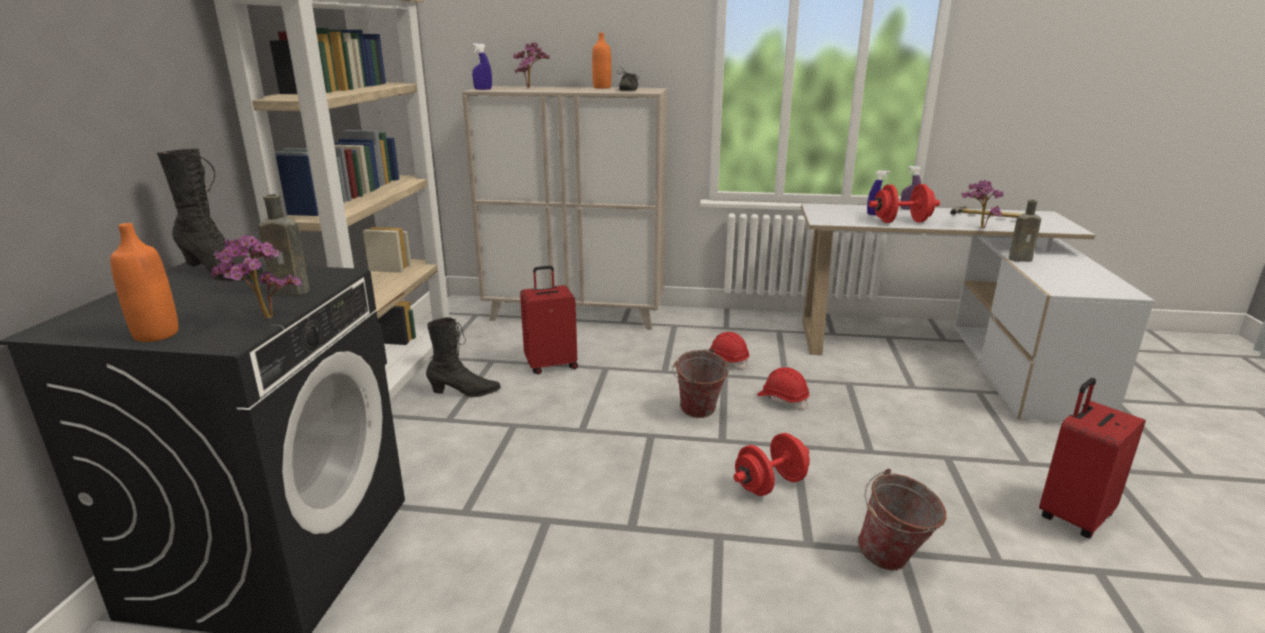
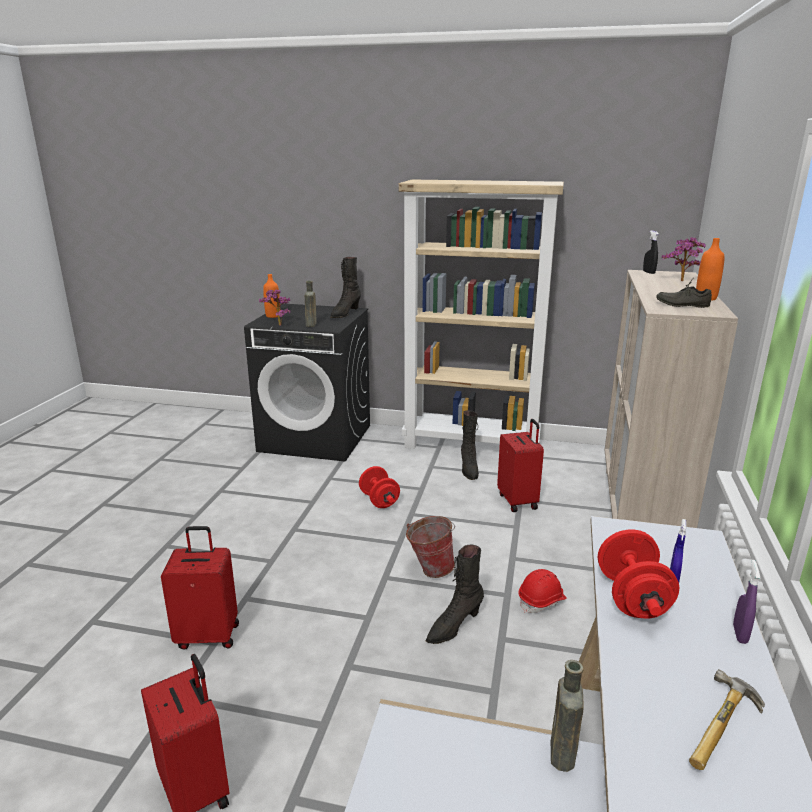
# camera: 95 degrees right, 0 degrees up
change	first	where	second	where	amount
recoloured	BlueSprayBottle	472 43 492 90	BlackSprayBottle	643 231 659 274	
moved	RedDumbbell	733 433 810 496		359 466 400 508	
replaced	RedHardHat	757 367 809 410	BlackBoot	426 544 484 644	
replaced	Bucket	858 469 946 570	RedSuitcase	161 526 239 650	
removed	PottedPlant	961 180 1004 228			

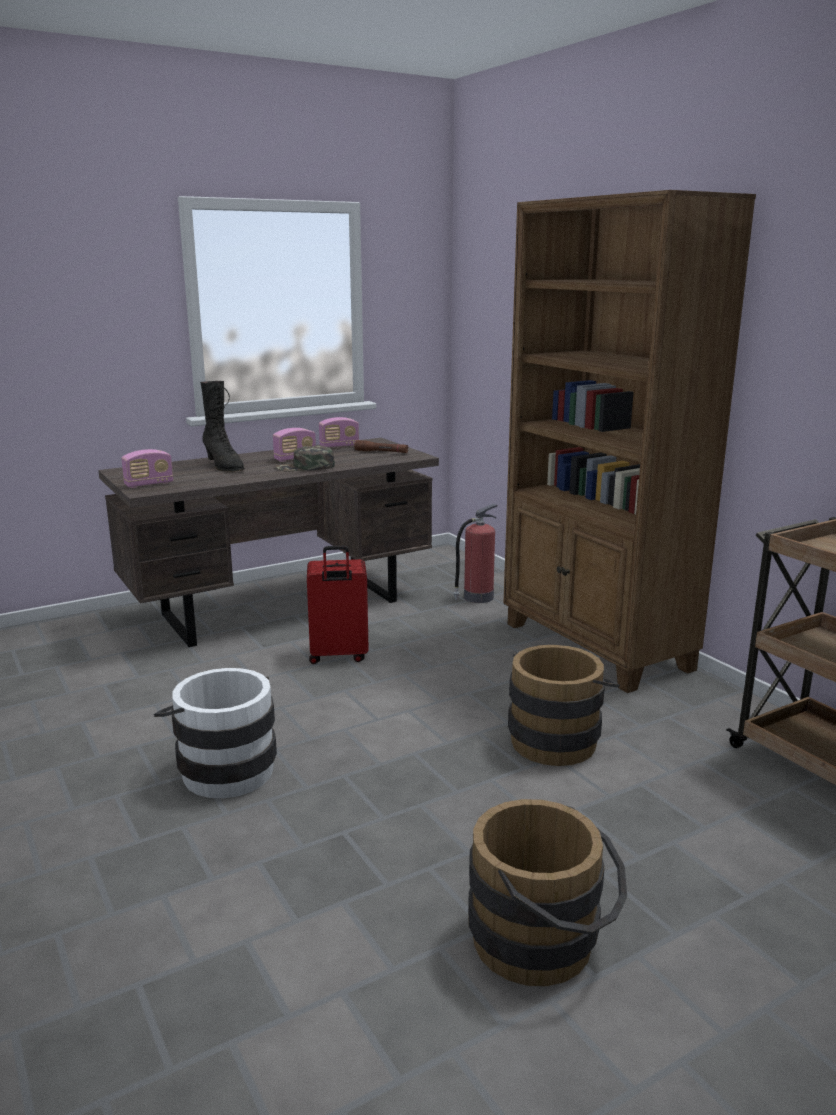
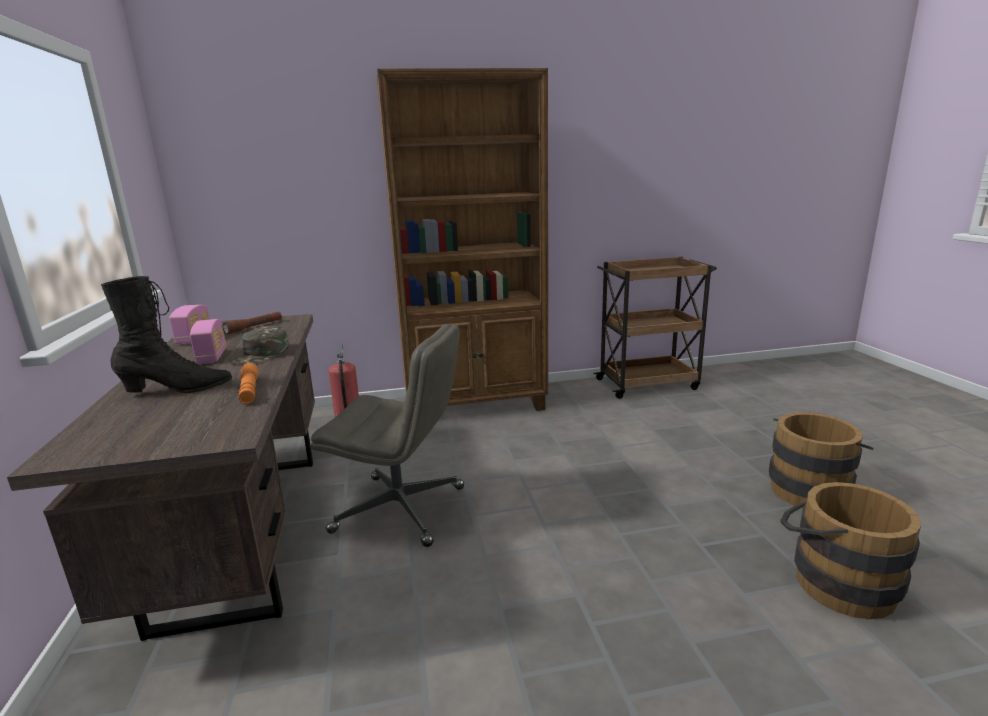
# camera: 70 degrees left, 0 degrees up
change	first	where	second	where	amount
removed	Radio	121 449 173 488			
removed	WhiteBucket	154 668 277 798			
replaced	RedSuitcase	307 546 369 664	GreyOfficeChair	311 324 464 547	
moved	BrownBucket	508 645 620 766		780 482 921 619	
added			OrangeFlashlight	238 363 258 404	

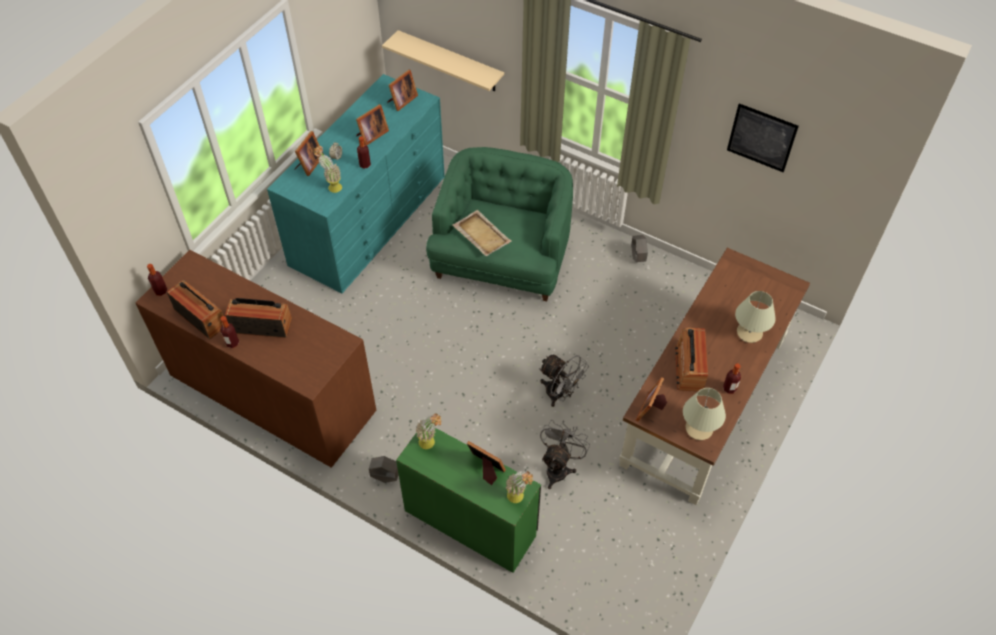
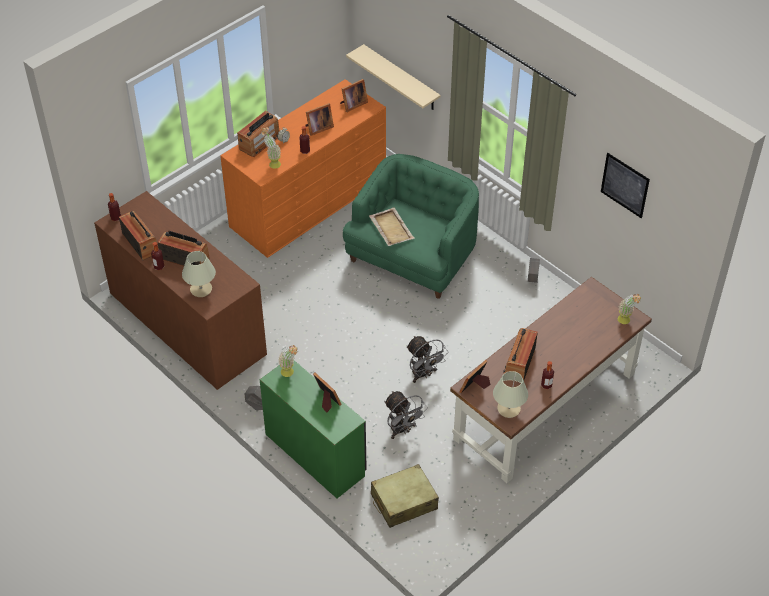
# camera: 15 degrees right, 5 degrees down
change	first	where	second	where	amount
recoloured	TurquoiseDresser	267 74 445 293	OrangeDresser	220 79 386 258	
replaced	PictureFrame	294 131 324 176	Radio	237 111 279 157	
moved	PottedPlant	506 470 533 503		618 294 641 324	
turned	GreyFan	540 420 590 489		384 391 428 439	105 degrees clockwise
moved	BeigeTableLamp	735 291 776 343		182 251 216 297	
added			BeigeSuitcase	371 464 439 528	

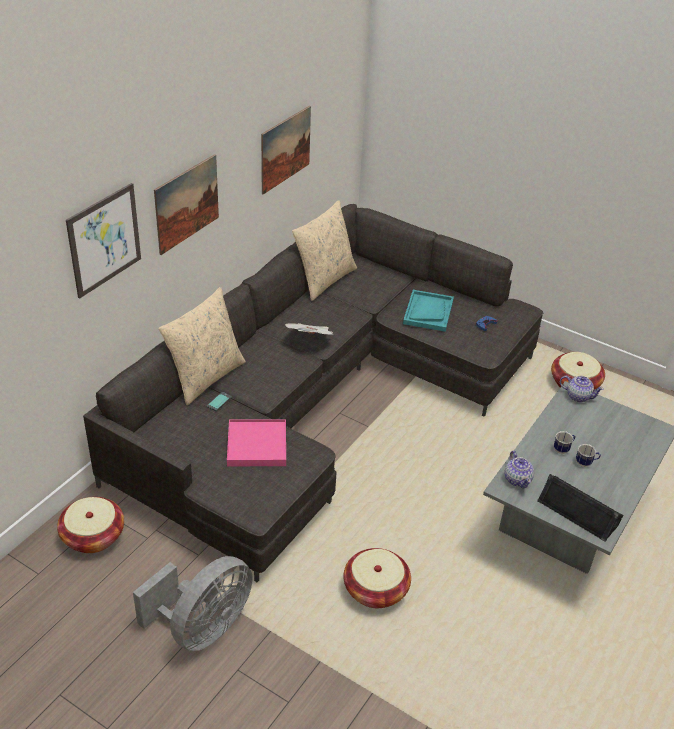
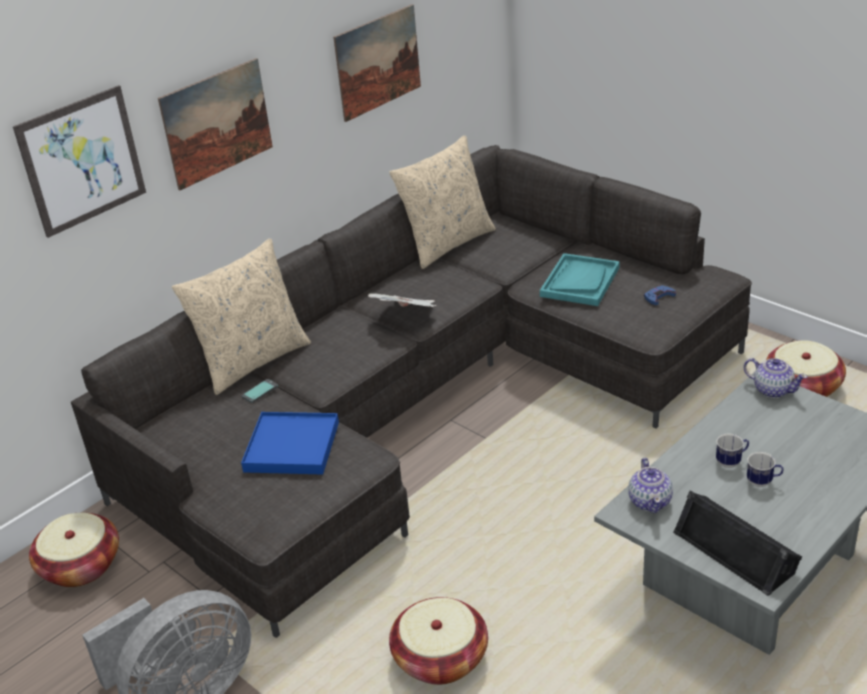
# camera: 15 degrees right, 5 degrees down
change	first	where	second	where	amount
recoloured	PinkTray	227 419 286 466	BlueTray	241 412 339 475	

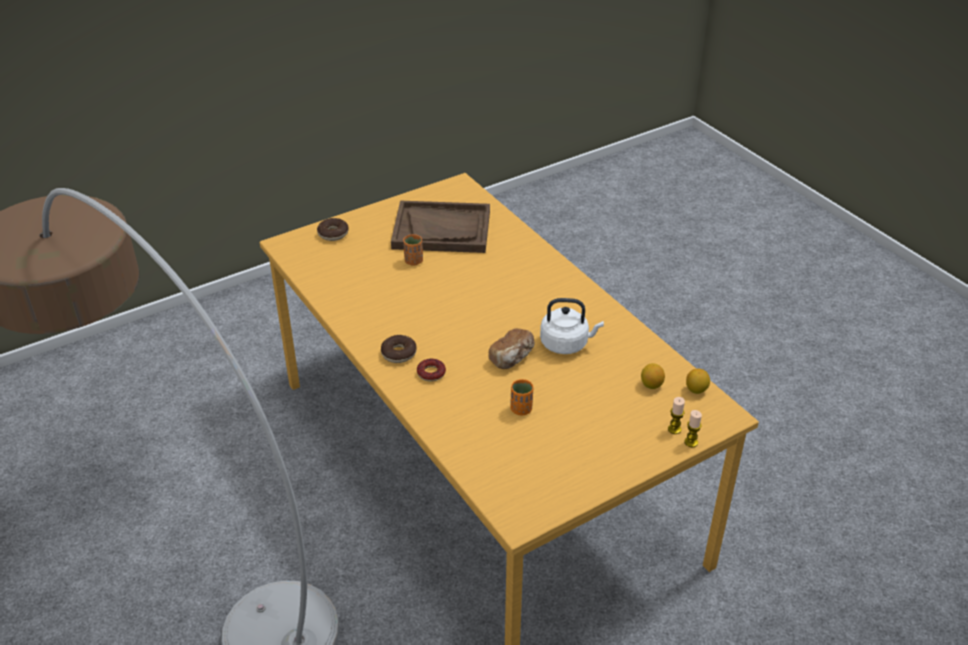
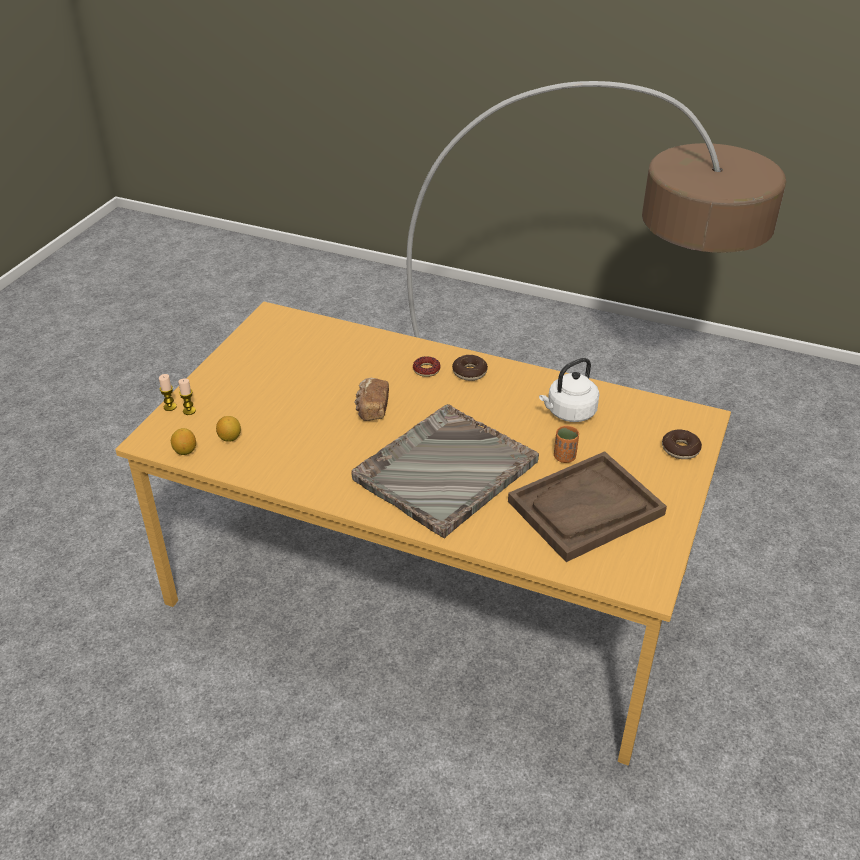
# camera: 145 degrees right, 0 degrees up
change	first	where	second	where	amount
removed	OrangeCup	510 379 534 415			
moved	WhiteKettle	540 298 604 354		539 358 599 422	
added			GreyTray	351 404 539 539	

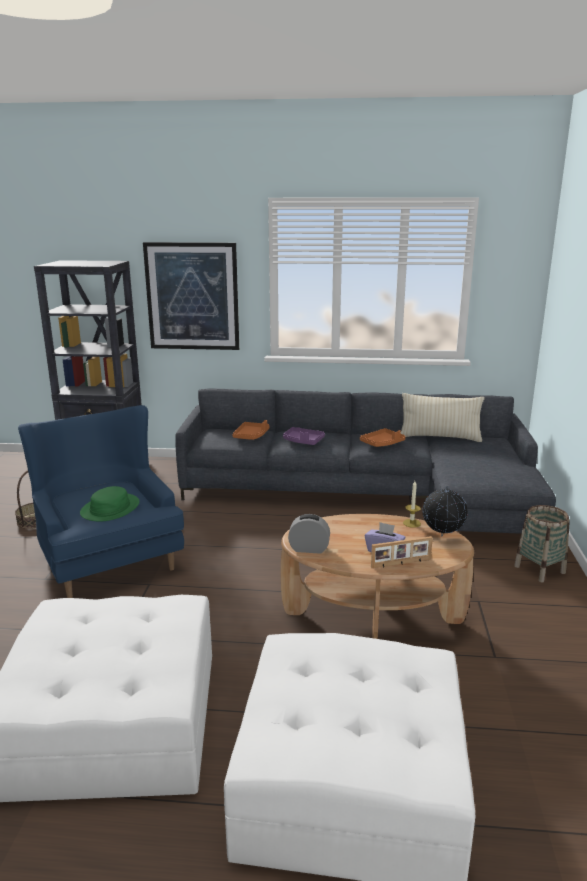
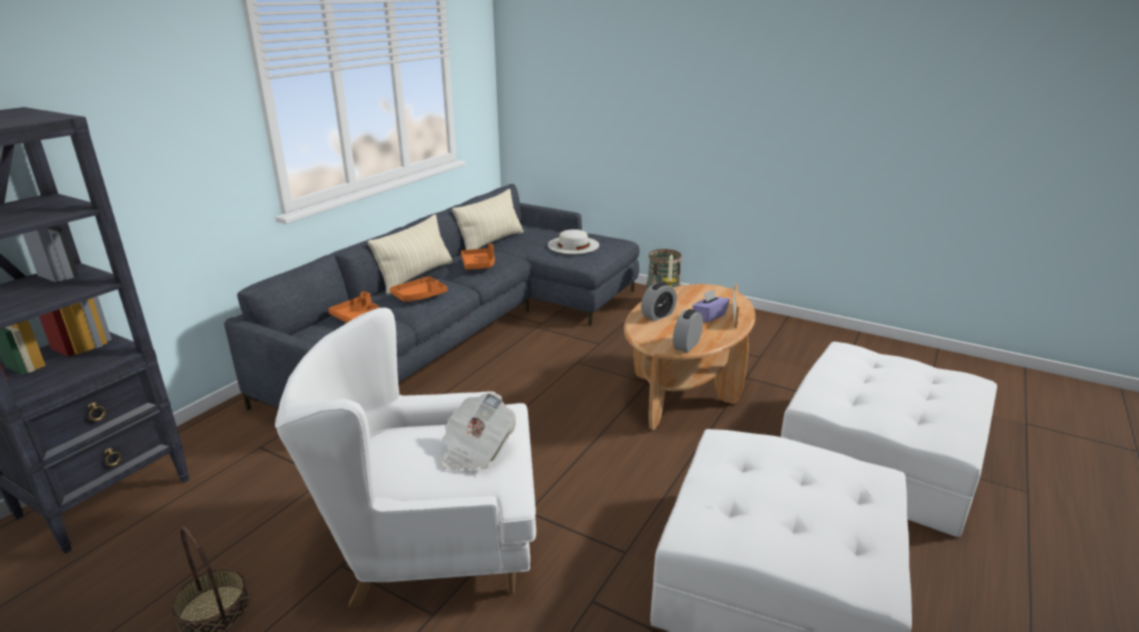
# camera: 65 degrees left, 5 degrees up
change	first	where	second	where	amount
recoloured	BlueArmchair	18 405 184 598	WhiteArmchair	275 308 536 608	
replaced	GreenHat	80 486 140 522	Newspaper	441 393 516 470	
removed	Picture	143 242 239 350			
recoloured	PurpleTray	283 427 325 445	OrangeTray	390 276 447 301	
removed	Globe	422 486 468 537			
added			BeigePillow	368 214 453 295	
added			WhiteHat	548 229 599 254	
added			AlarmClock	641 282 677 321	

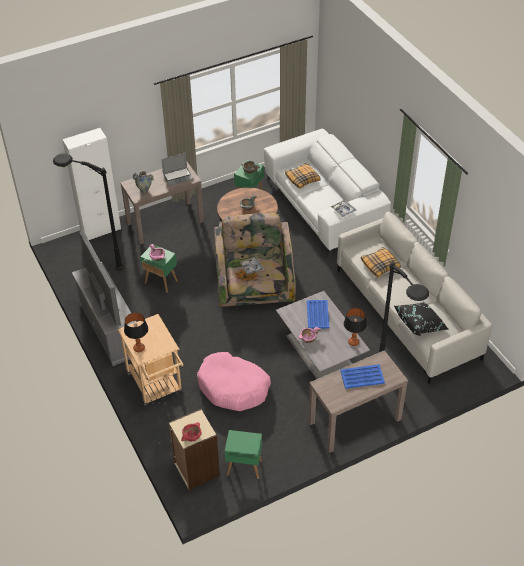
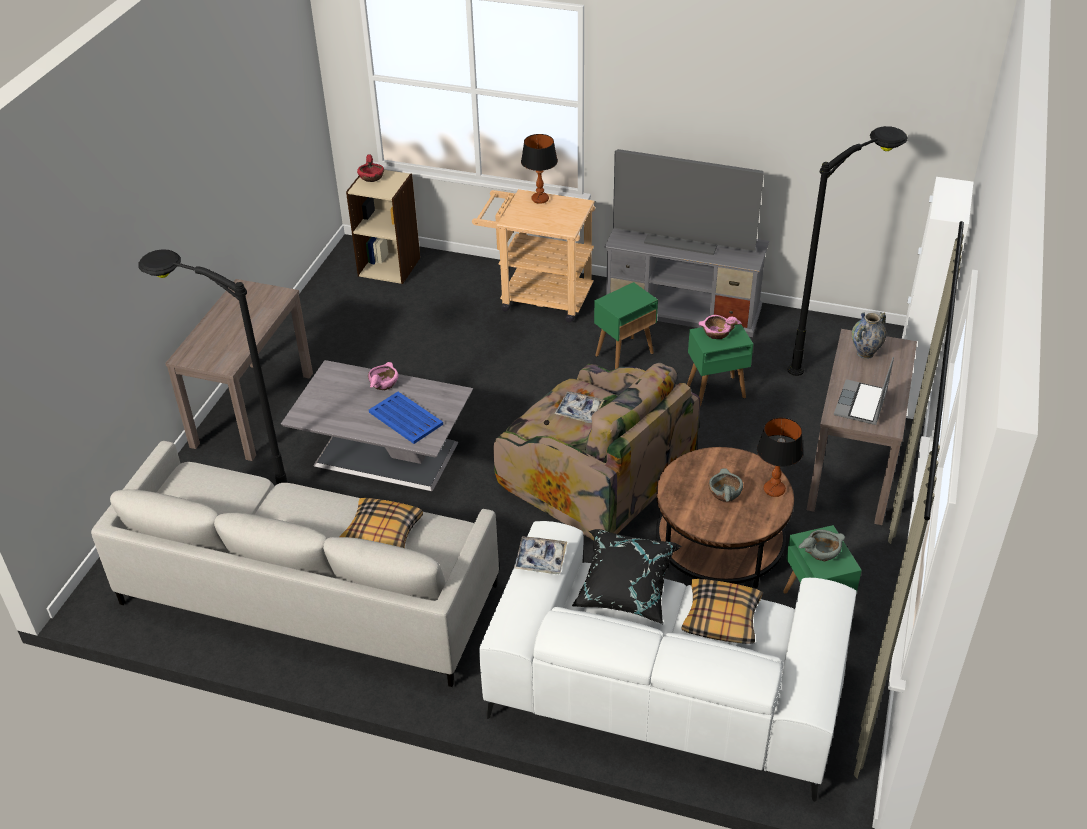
# camera: 135 degrees right, 5 degrees down
change	first	where	second	where	amount
removed	PinkDogBed	197 352 271 411			
moved	GreenSideTable	225 430 262 479		594 282 658 369	
removed	BlueTray	340 364 385 389			
moved	TableLamp	344 308 367 346		757 417 803 497	
moved	BlackPillow	394 302 449 336		572 529 682 624	

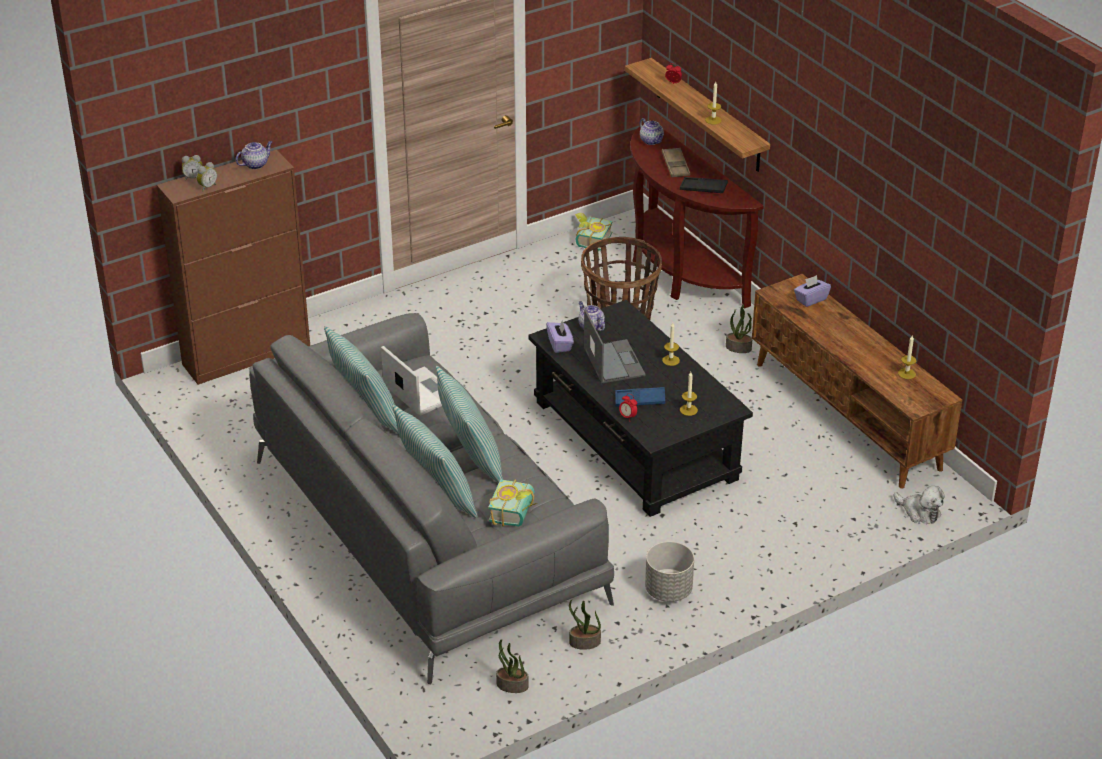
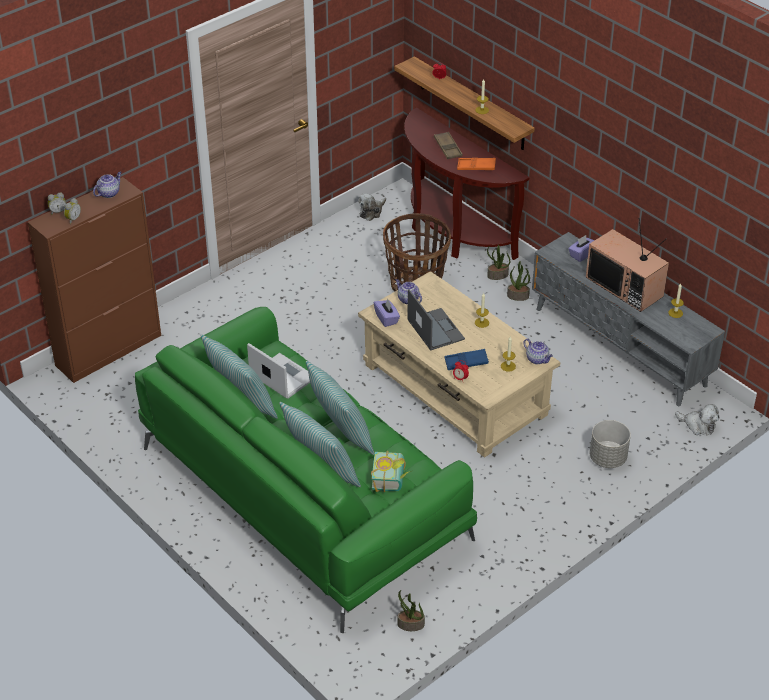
# camera: 10 degrees left, 5 degrees up
change	first	where	second	where	amount
recoloured	GreySofa	249 313 614 685	GreenSofa	135 307 477 633	
recoloured	BlackCoffeeTable	528 300 753 517	BeigeCoffeeTable	358 271 560 458	
moved	PottedPlant	569 600 601 650		487 245 510 280	
replaced	Book	575 213 613 251	PlushToy	358 193 386 221	
moved	Teapot	640 118 664 145		524 339 553 364	
moved	GreyPlanter	645 541 694 602		590 420 631 468	
recoloured	BlackTray	680 177 728 193	OrangeTray	457 158 496 170	
recoloured	BrownTvStand	752 274 962 488	GreyTvStand	532 232 725 406	
added			Television	586 218 669 312	

